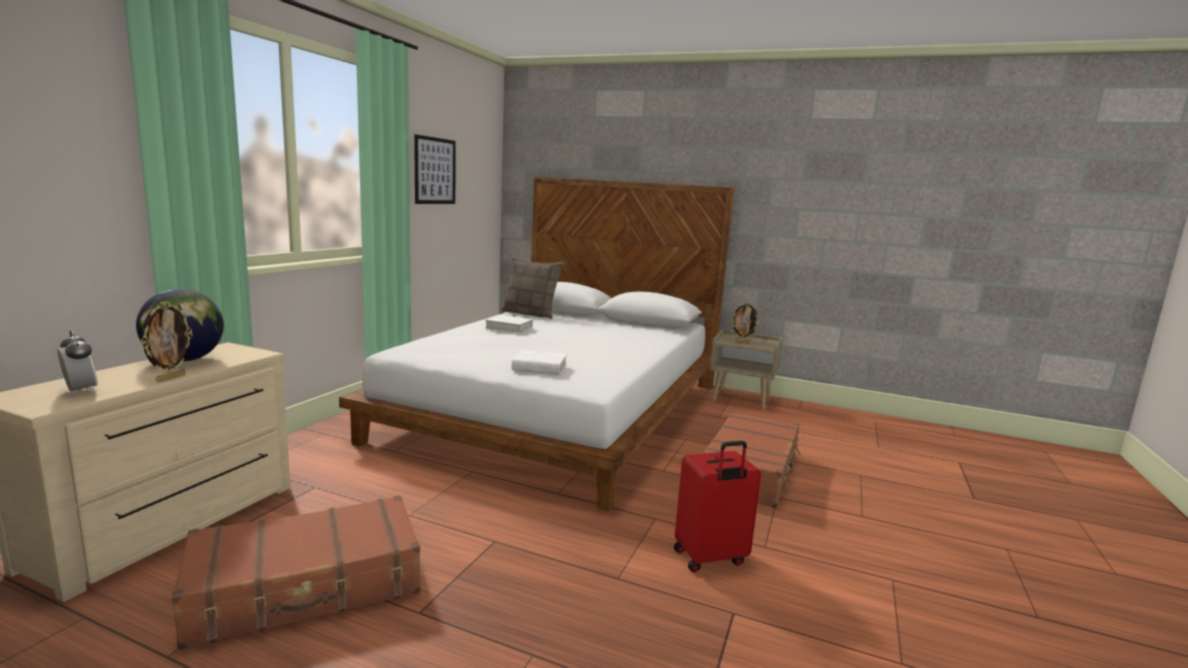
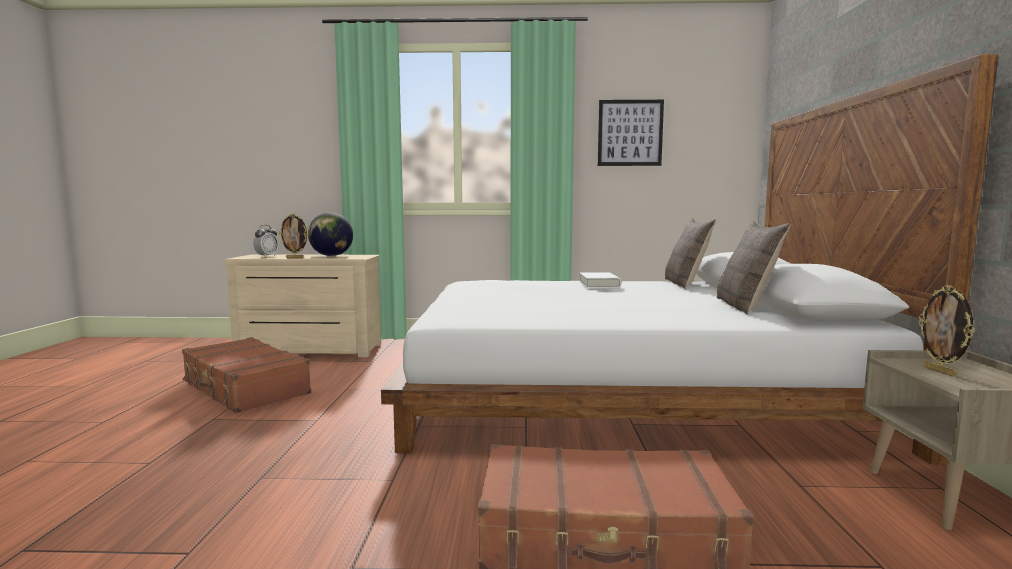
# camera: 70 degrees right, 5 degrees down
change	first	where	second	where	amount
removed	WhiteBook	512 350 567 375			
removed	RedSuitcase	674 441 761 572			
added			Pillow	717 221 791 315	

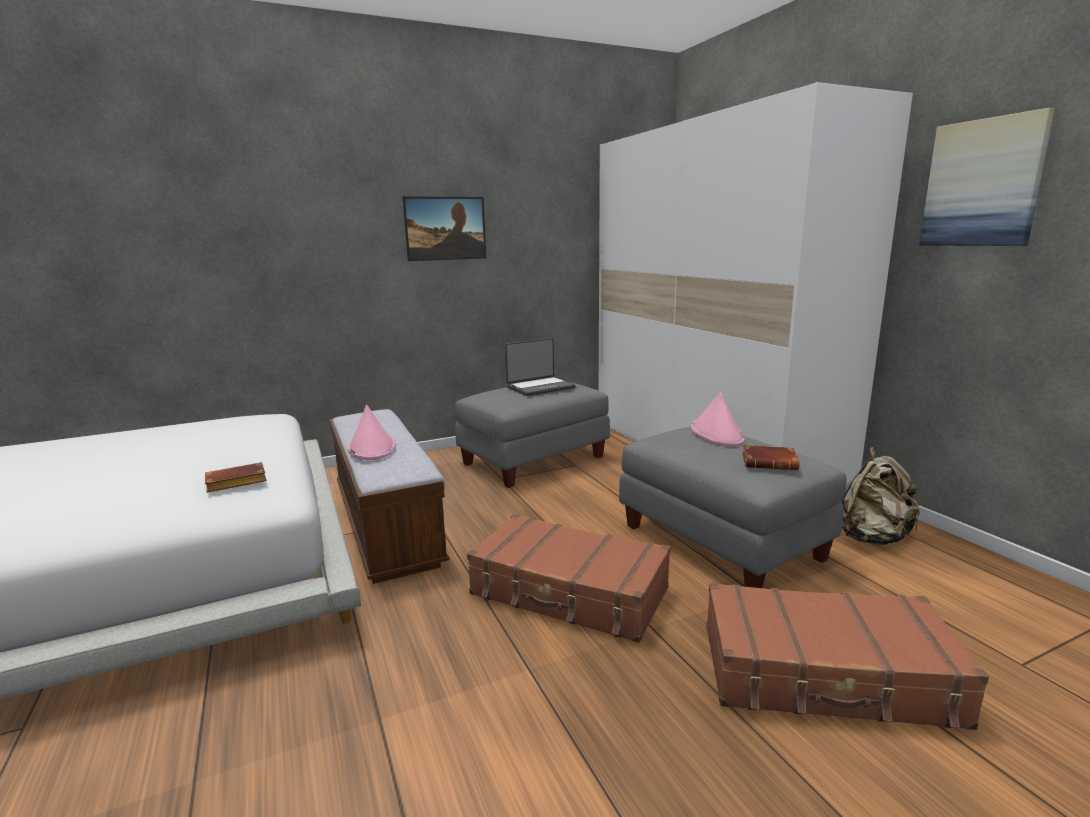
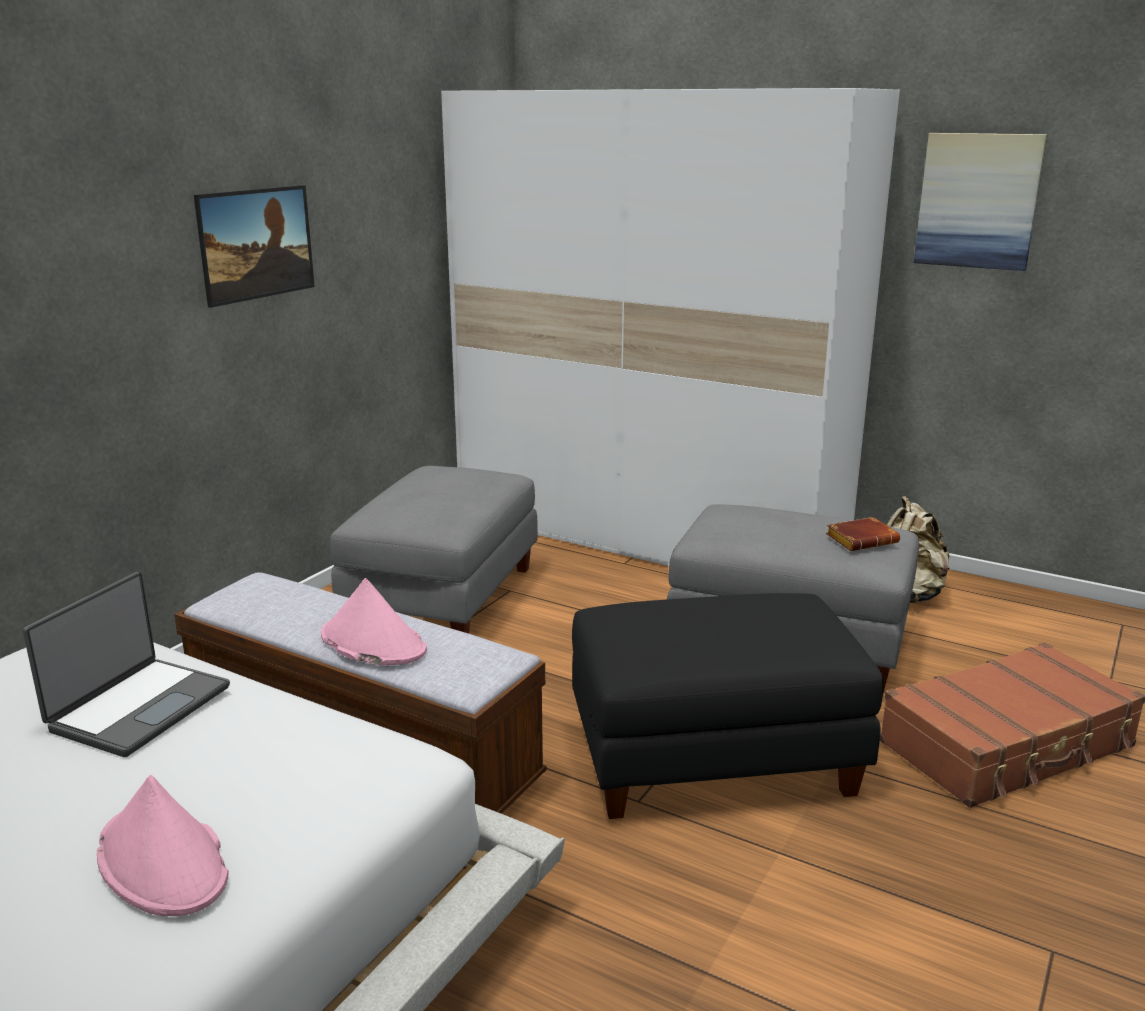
# camera: 35 degrees left, 5 degrees up
change	first	where	second	where	amount
removed	BrownBook	205 462 267 493			
replaced	BrownSuitcase	467 514 670 643	BlackOttoman	572 593 884 819	
moved	Laptop	505 338 575 396		23 572 230 757	
moved	PinkHat	691 392 745 447		97 775 229 916	

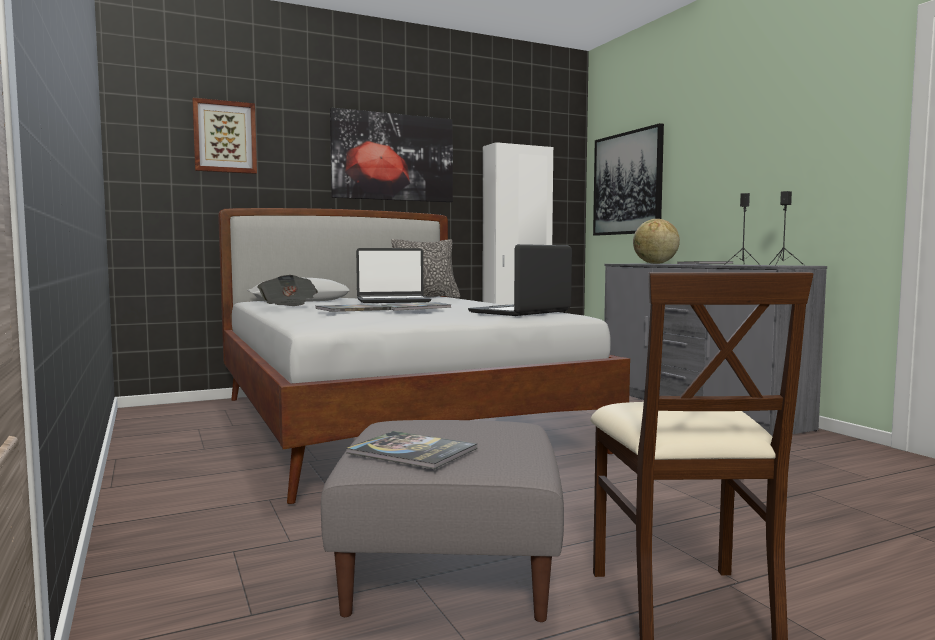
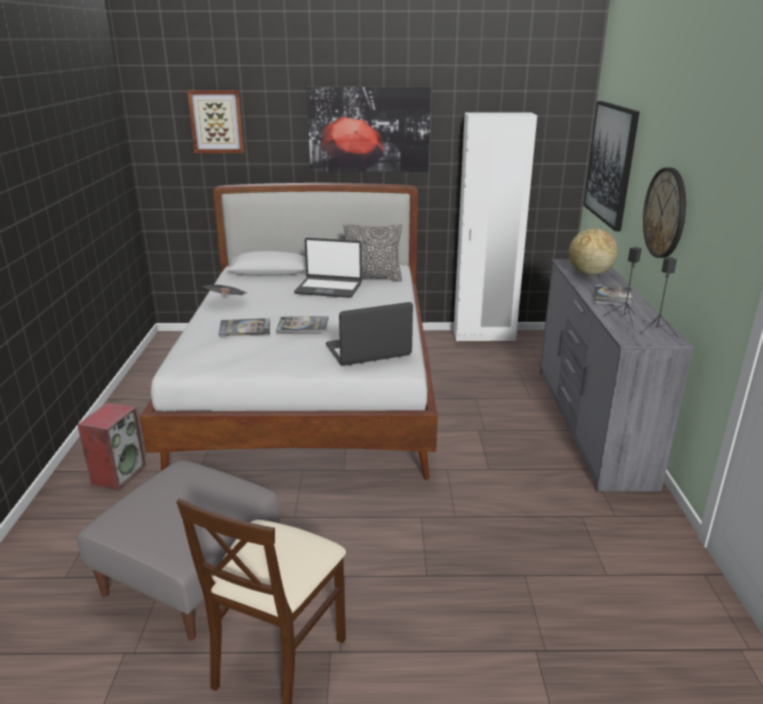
# camera: 25 degrees right, 20 degrees up
change	first	where	second	where	amount
removed	Book	346 431 477 469			
added			Speaker	77 403 146 491	
added			WallClock	643 168 686 258	

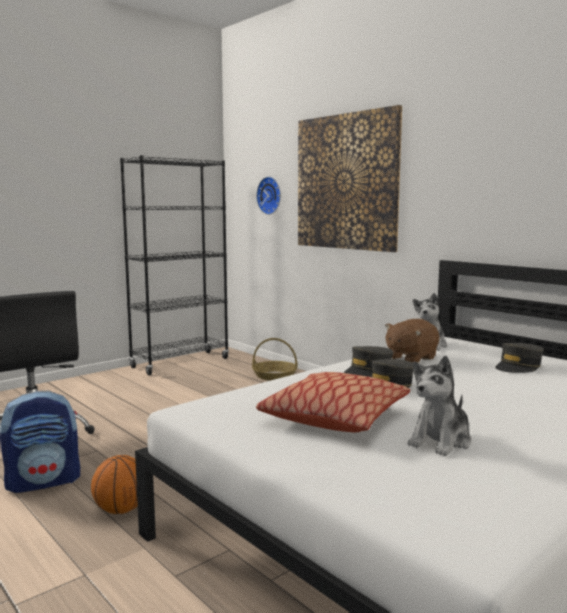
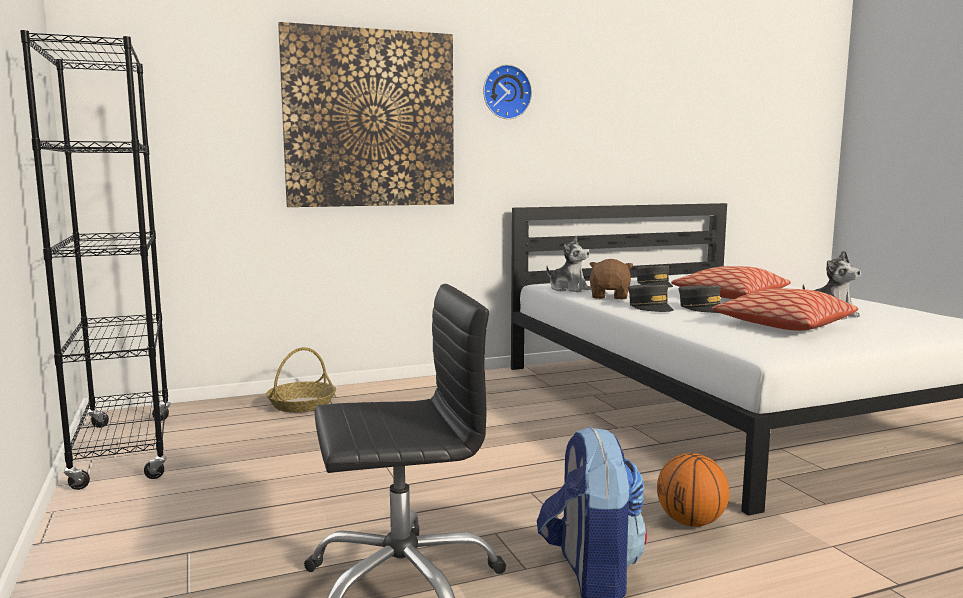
# camera: 70 degrees left, 0 degrees up
change	first	where	second	where	amount
moved	WallClock	256 177 281 215		483 64 532 119	
turned	BrownPlushToy	385 319 440 363		590 259 633 299	150 degrees counterclockwise
added			Pillow	671 266 791 299	

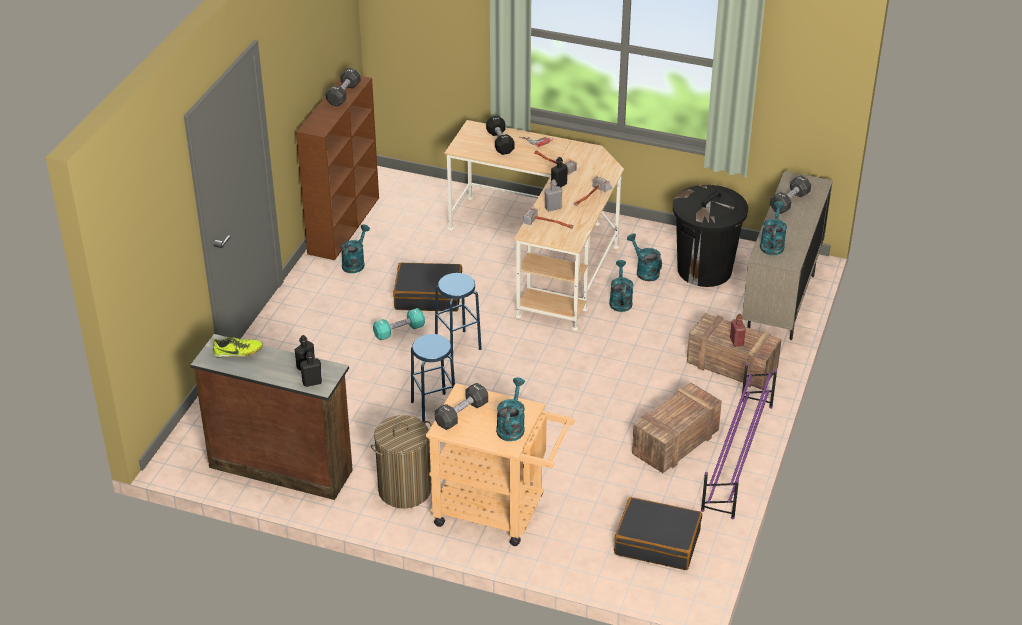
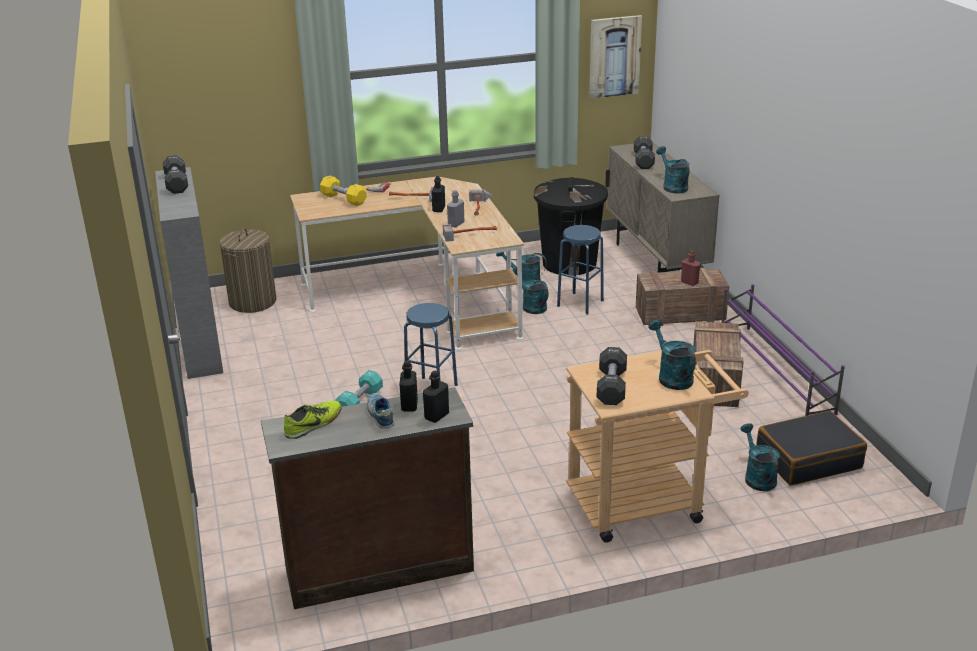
# camera: 35 degrees left, 10 degrees down
change	first	where	second	where	amount
recoloured	BrownBookcase	296 76 379 260	GreyBookcase	155 167 223 379	
moved	TurquoiseWateringCan	341 225 370 273		740 423 780 491	
moved	LaundryBasket	371 415 432 508		219 228 277 313	
removed	BlackSuitcase	393 263 462 312			
moved	BlueStool	411 334 455 422		557 225 604 315	
recoloured	BlackDumbbell	486 116 514 155	YellowDumbbell	320 175 367 206	
added			Shoe	367 393 394 429	
added			Picture	589 15 642 99	

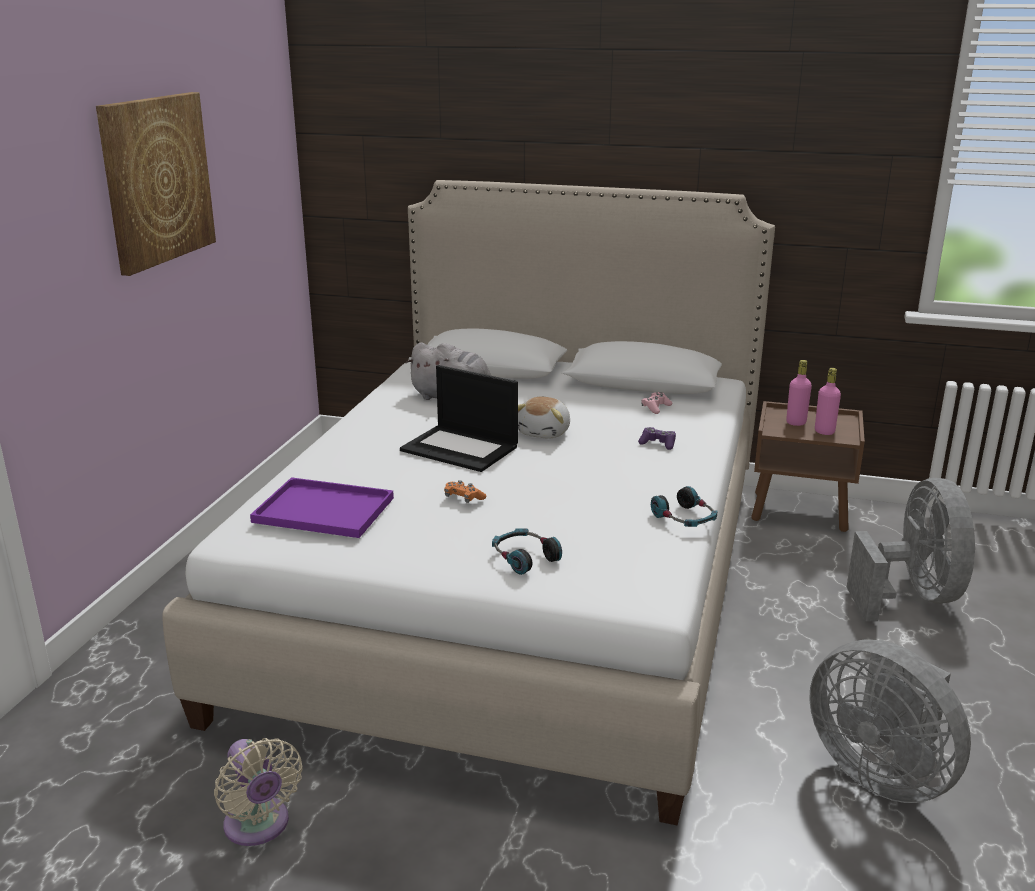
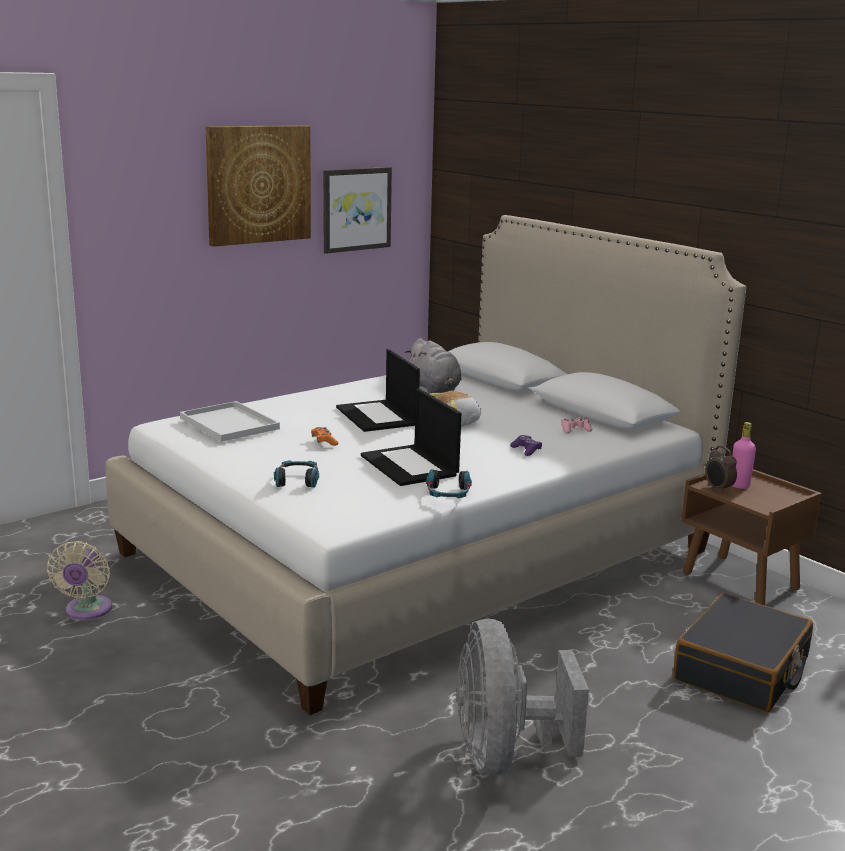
# camera: 35 degrees right, 5 degrees down
change	first	where	second	where	amount
recoloured	PurpleTray	250 477 394 538	WhiteTray	180 401 280 442	
removed	PinkBottle	815 368 841 435			
replaced	GreyFan	847 478 975 621	BlackSuitcase	673 593 813 712	
added			Picture	323 167 392 254	
added			Laptop	361 388 461 486	
added			AlarmClock	705 446 737 493	

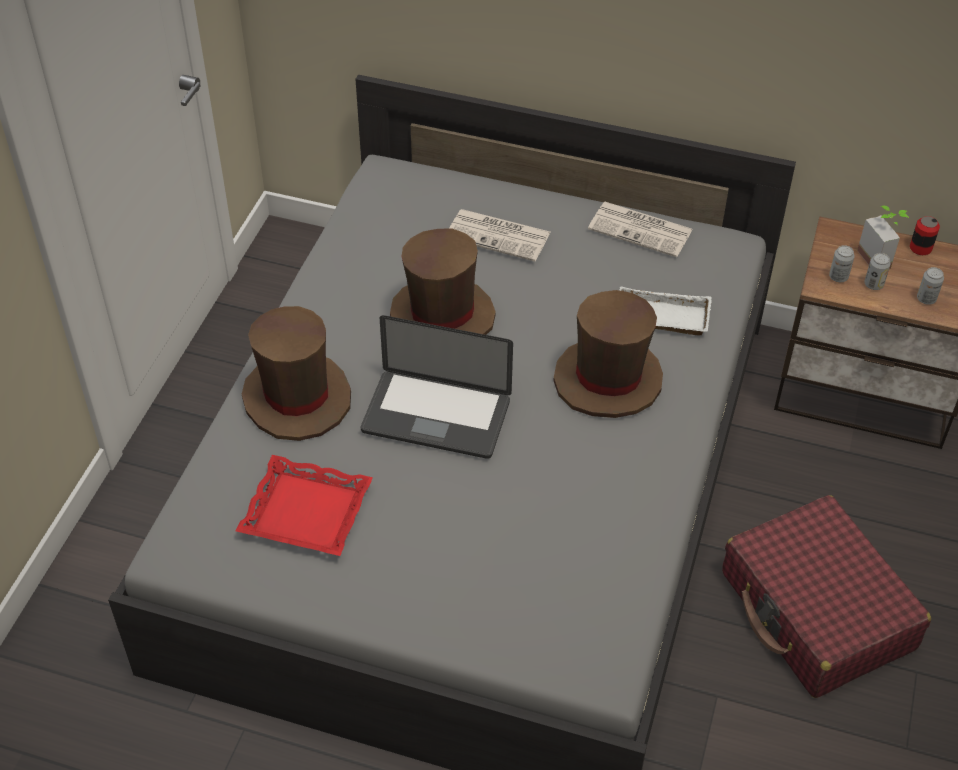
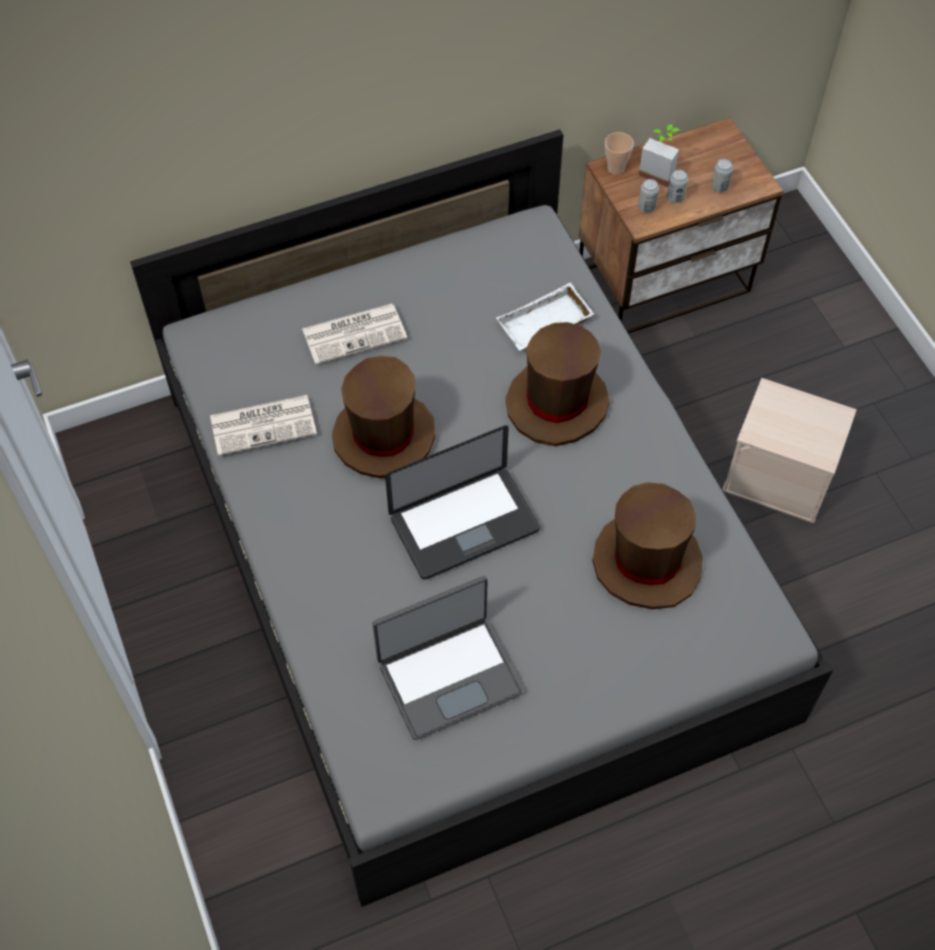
# camera: 40 degrees left, 10 degrees up
change	first	where	second	where	amount
replaced	RedTray	235 455 373 556	Laptop	373 576 523 740	
moved	BrownHat	242 306 351 441		592 482 703 609	
moved	Newspaper	588 202 693 257		210 395 317 456	
replaced	RedSuitcase	722 495 931 698	BeigeStorageBox	722 378 857 523	
removed	Can	910 216 940 255			
added			Cup	605 132 634 175	

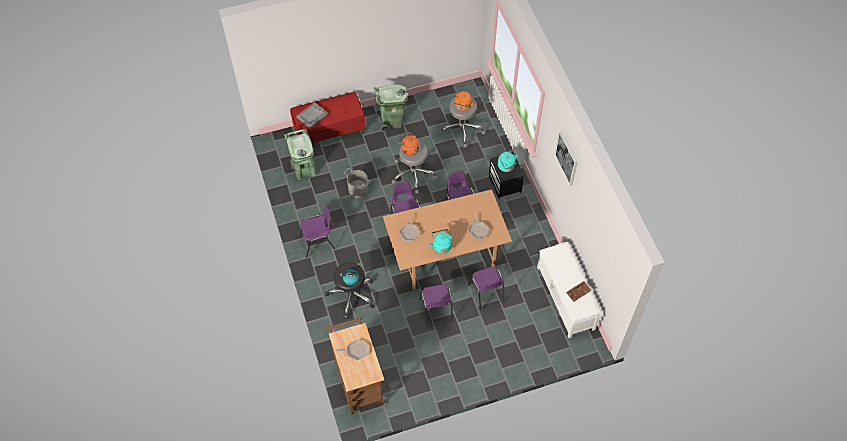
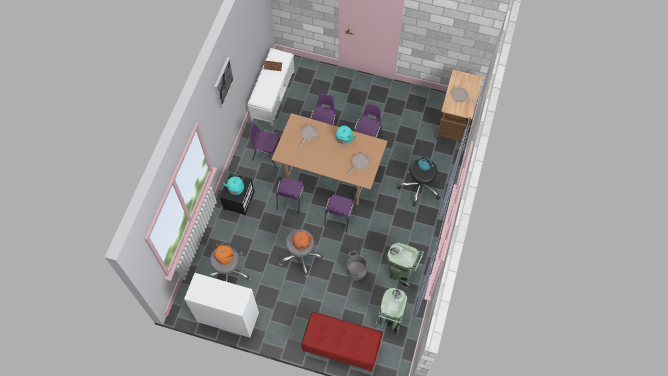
# camera: 145 degrees left, 5 degrees up
change	first	where	second	where	amount
removed	GreyTray	296 102 328 128			
moved	PurpleChair	300 206 335 257		249 123 280 168	
moved	GreenTrashCan	374 84 408 132		387 242 424 288	
added			WhiteDresser	184 273 259 338	

